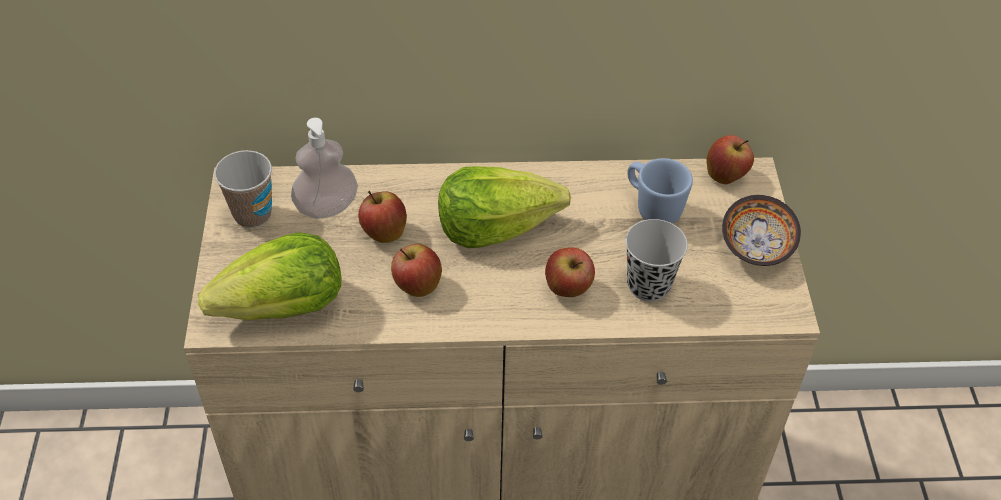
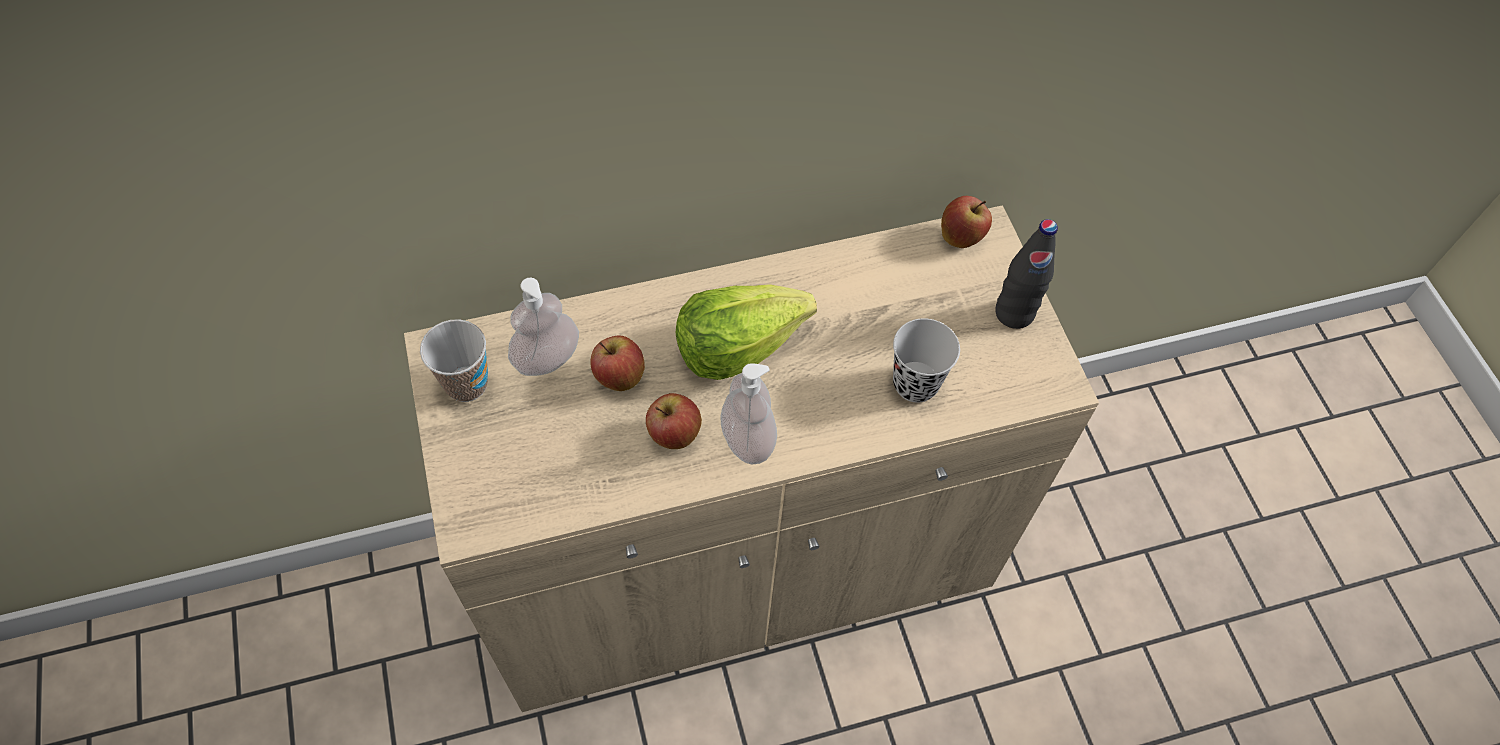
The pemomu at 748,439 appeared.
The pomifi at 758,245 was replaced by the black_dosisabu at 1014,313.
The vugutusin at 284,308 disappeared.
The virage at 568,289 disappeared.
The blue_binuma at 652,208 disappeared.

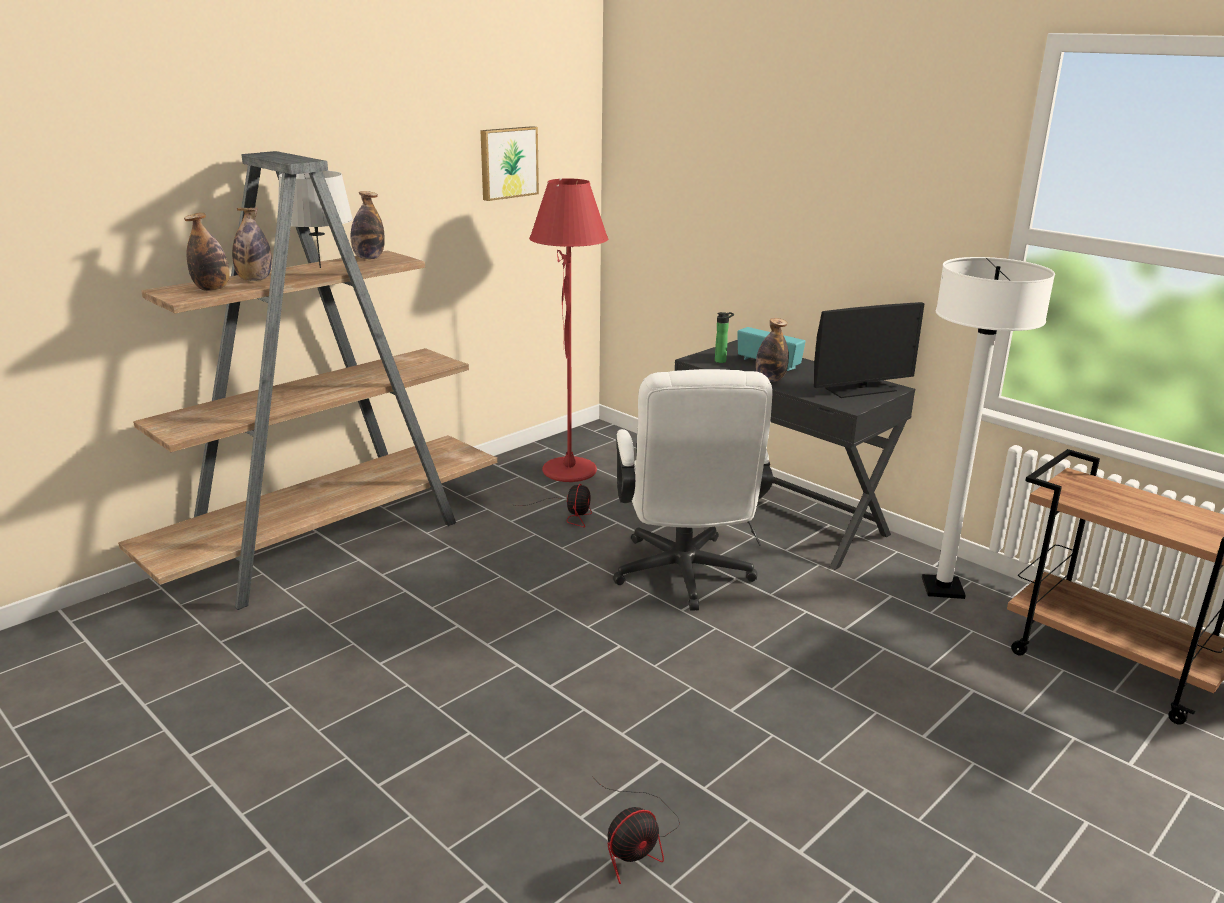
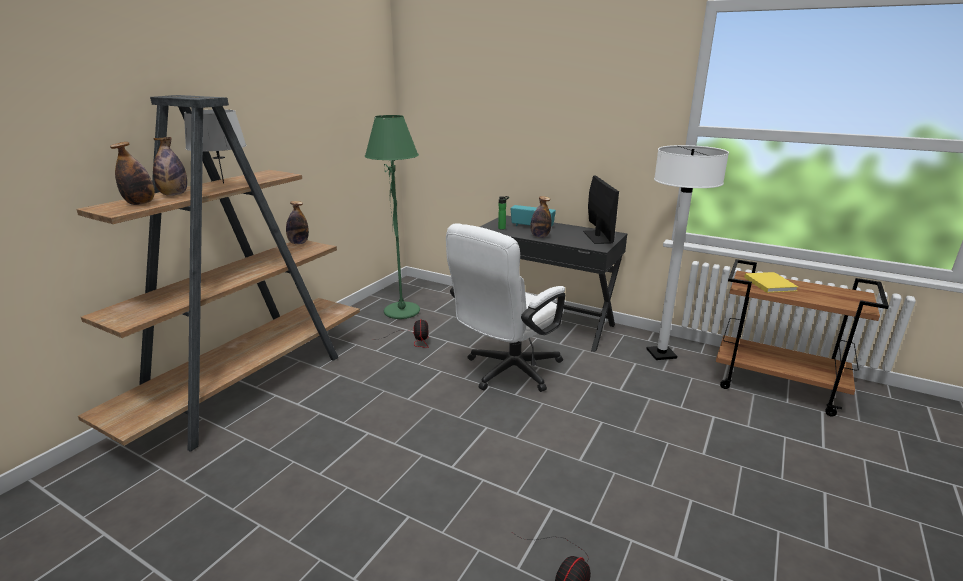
The dosisabu moved from 368,258 to 298,243.
The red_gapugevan at 570,471 became the green_gapugevan at 402,311.
The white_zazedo at 684,578 turned 60 degrees clockwise.
The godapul at 860,389 turned 60 degrees counterclockwise.
The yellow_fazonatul at 769,283 appeared.
The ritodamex at 507,162 disappeared.

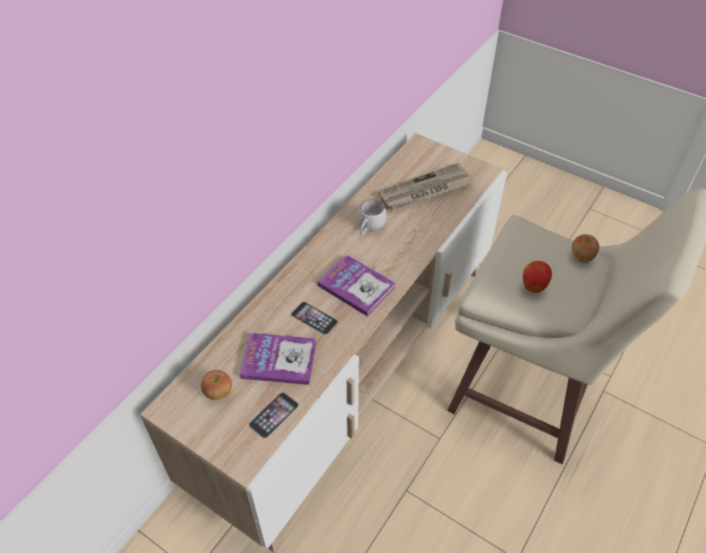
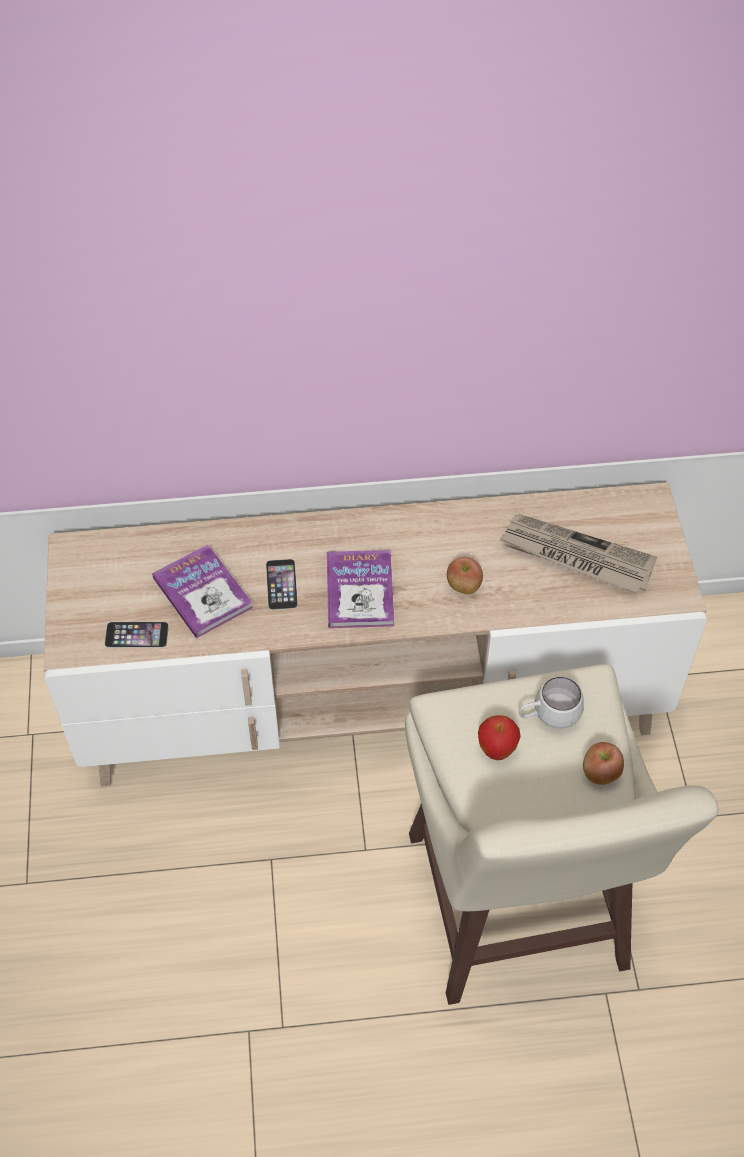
The virage moved from 218,393 to 463,587.
The white_binuma moved from 369,228 to 548,716.

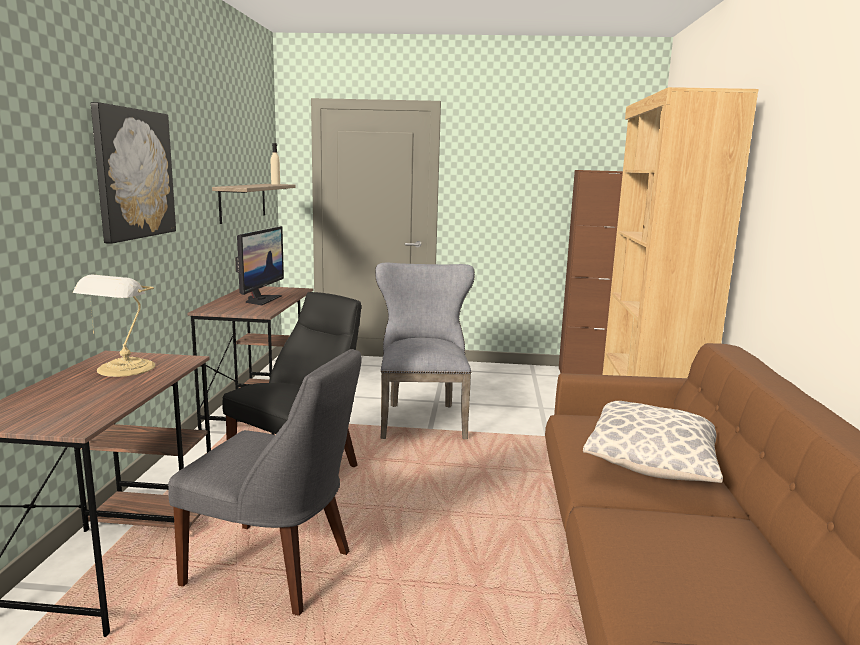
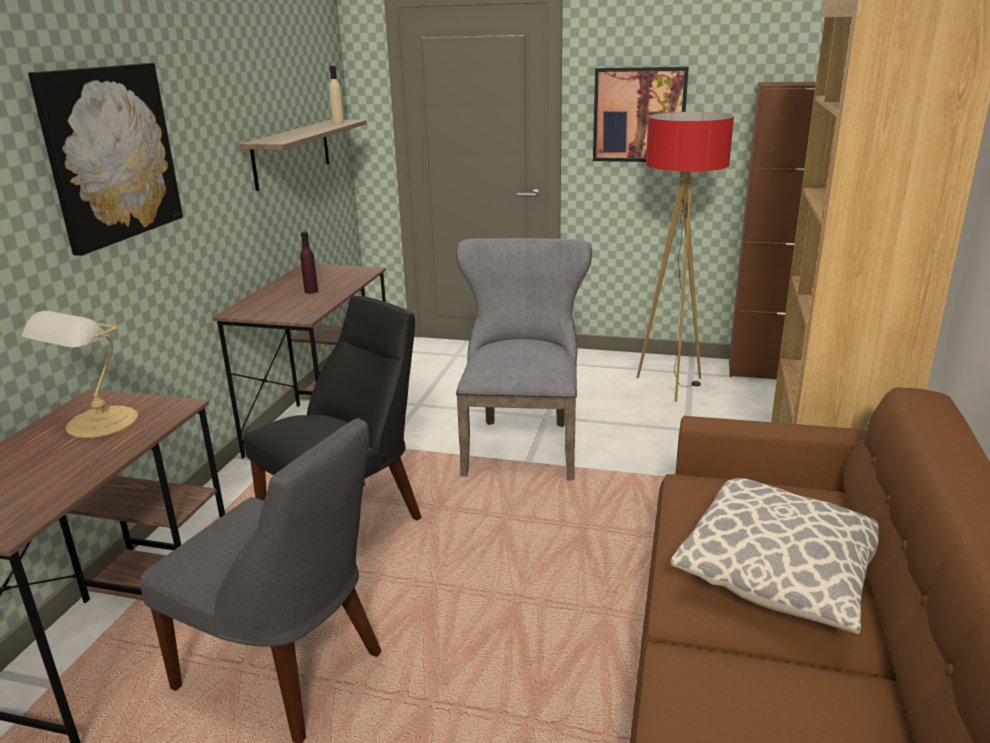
The godapul at 261,300 was replaced by the purple_dosisabu at 311,291.
The ritodamex at 639,115 appeared.
The gapugevan at 671,385 appeared.

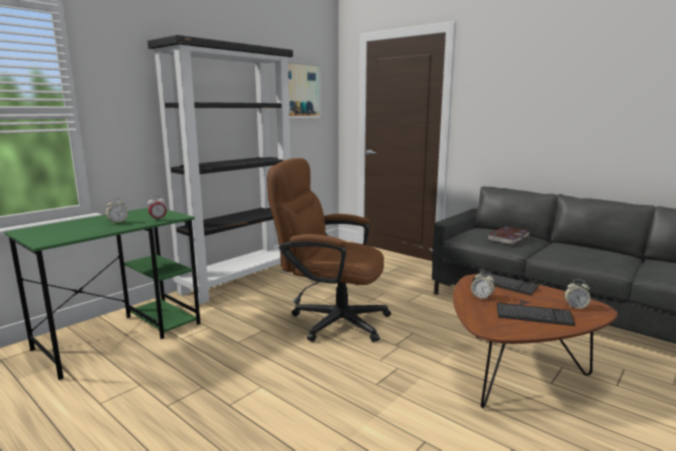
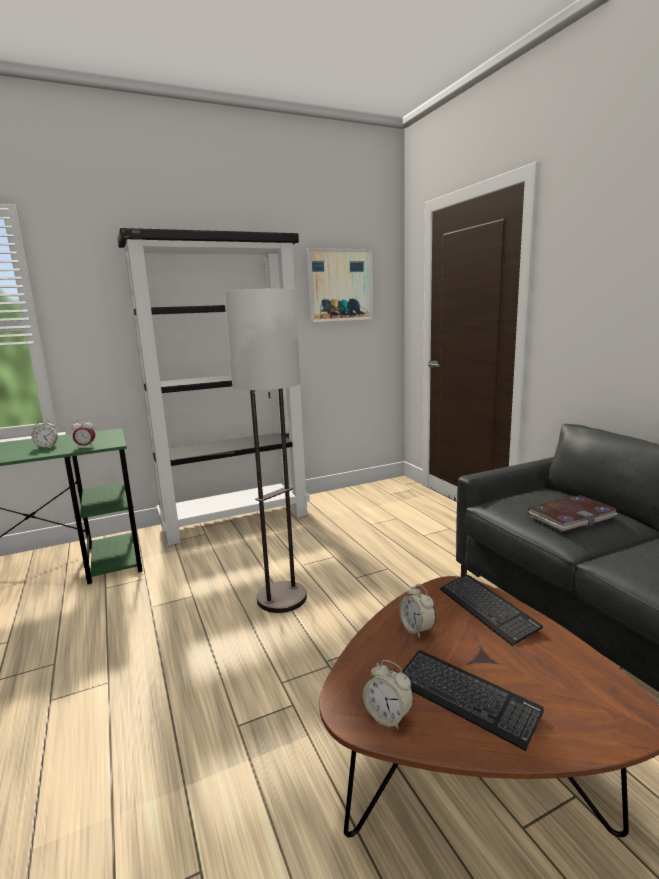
The brown_zazedo at 331,320 was replaced by the gapugevan at 281,598.
The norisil moved from 575,307 to 388,716.

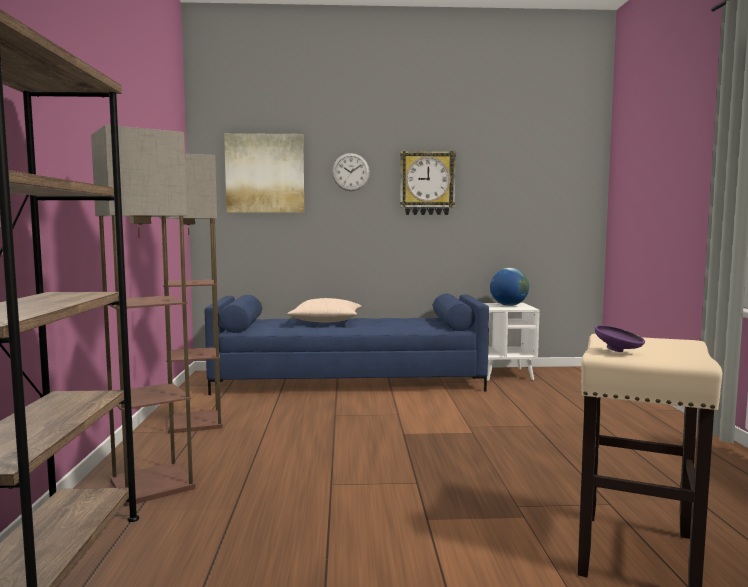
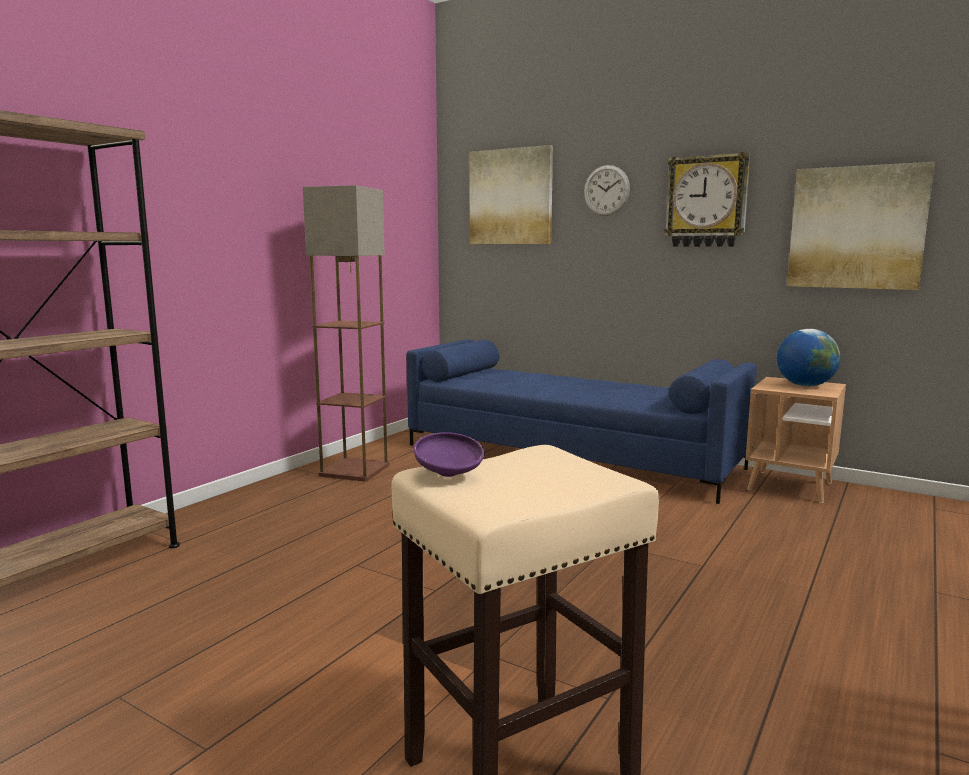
The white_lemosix at 504,374 became the brown_lemosix at 790,486.
The ritodamex at 856,228 appeared.
The gapugevan at 150,484 disappeared.
The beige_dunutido at 326,321 disappeared.

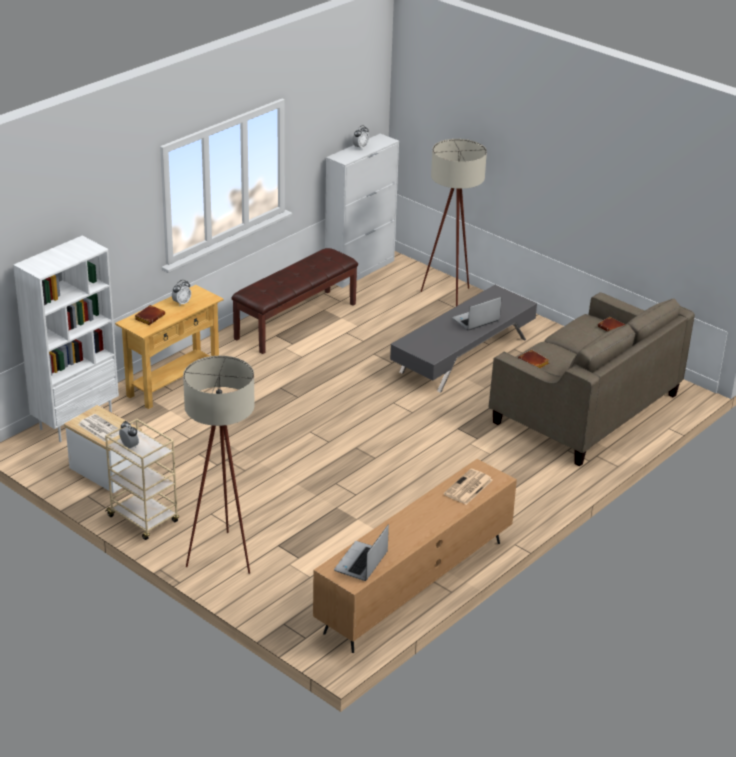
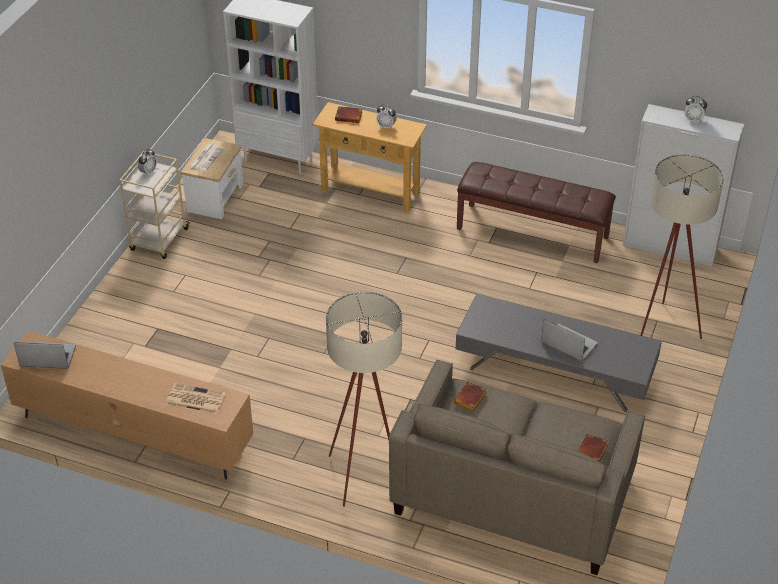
The beige_gapugevan moved from 223,552 to 365,475.

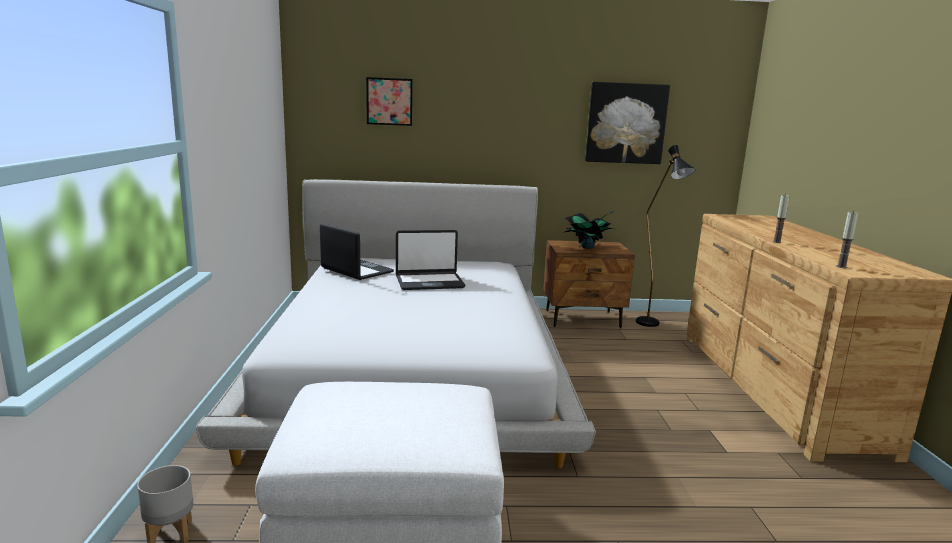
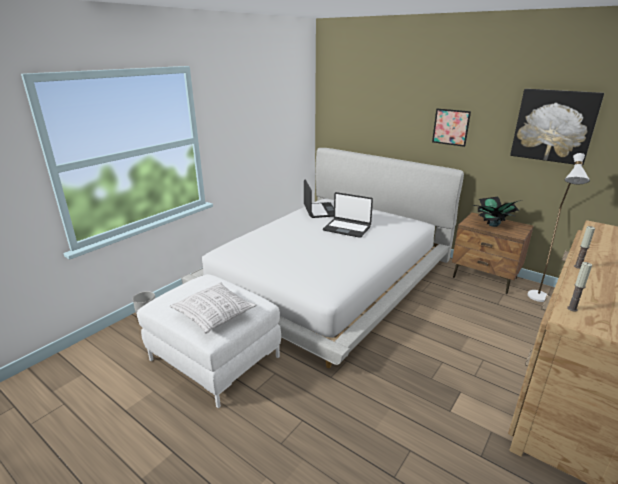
The dunutido at 214,315 appeared.
The ritodamex moved from 389,101 to 451,127.
The black_gapugevan at 652,325 became the white_gapugevan at 539,300.

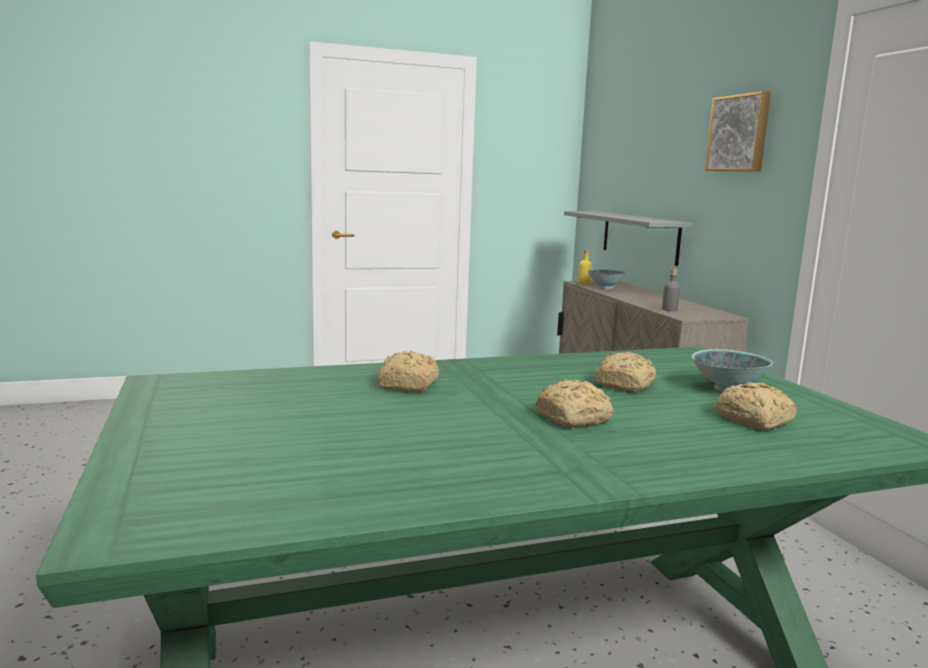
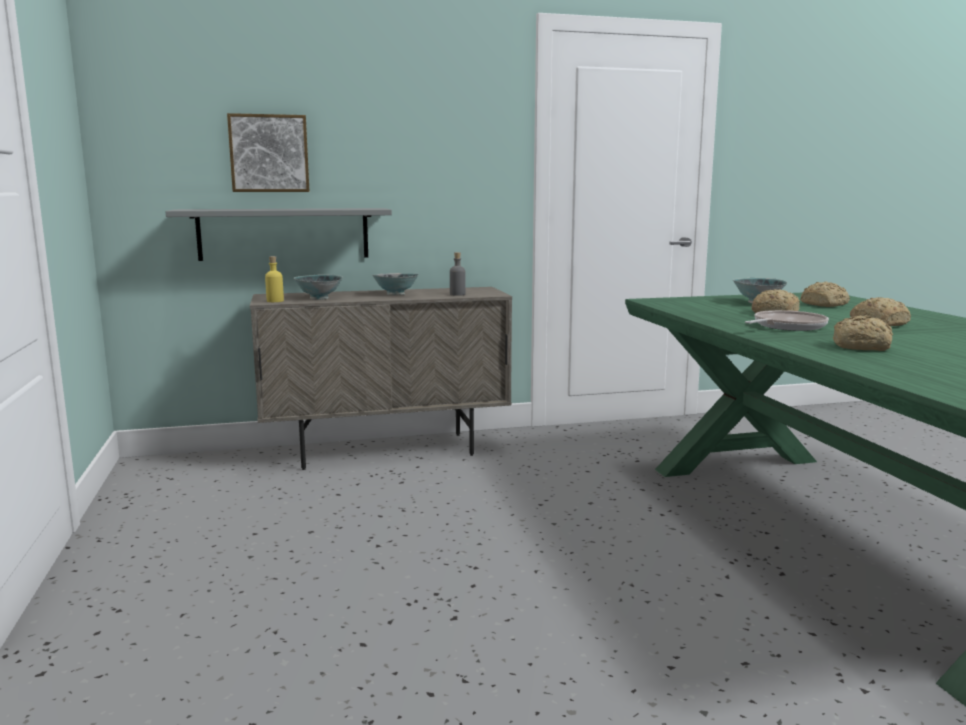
The ritodamex moved from 739,133 to 269,153.
The pomifi at 396,294 appeared.
The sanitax at 786,327 appeared.

